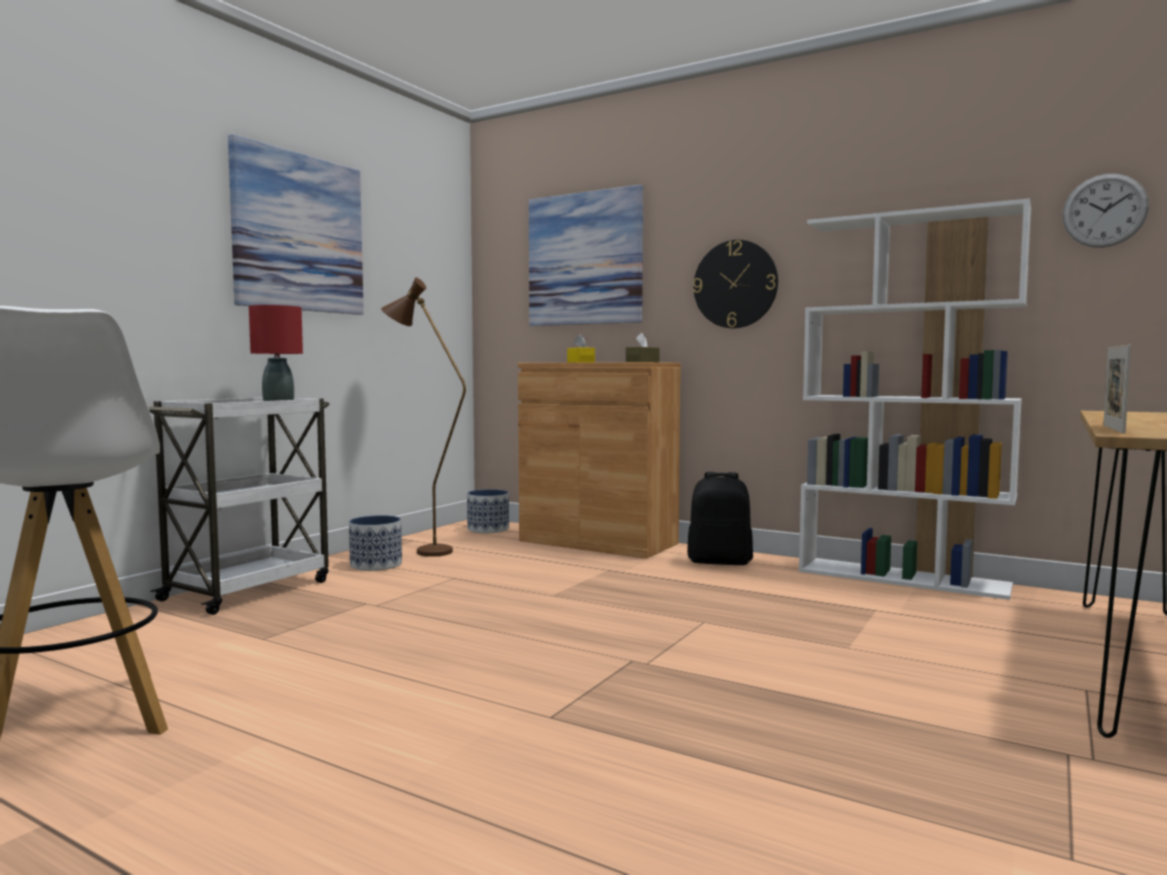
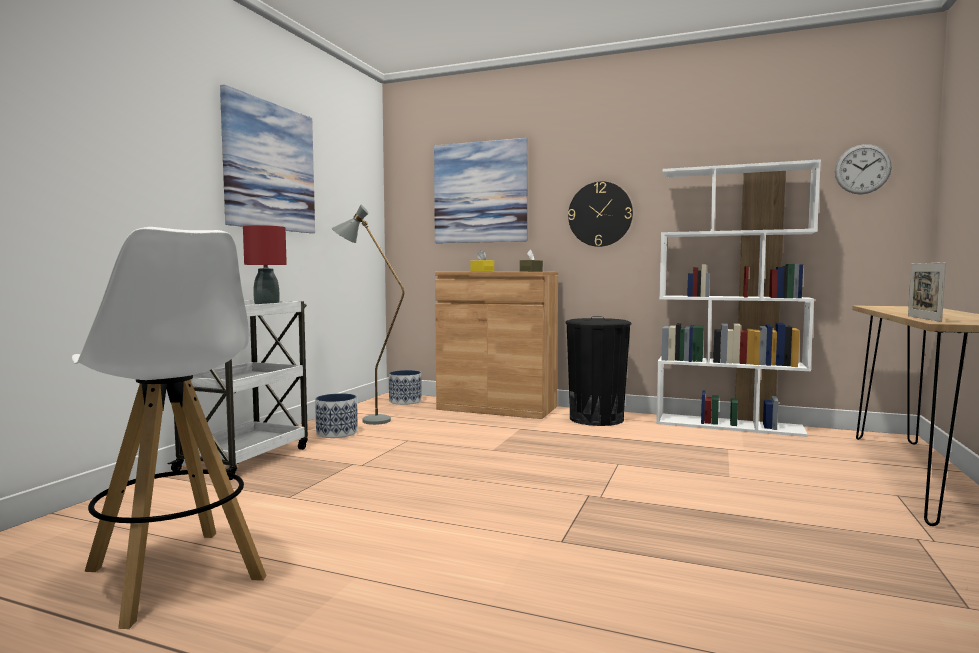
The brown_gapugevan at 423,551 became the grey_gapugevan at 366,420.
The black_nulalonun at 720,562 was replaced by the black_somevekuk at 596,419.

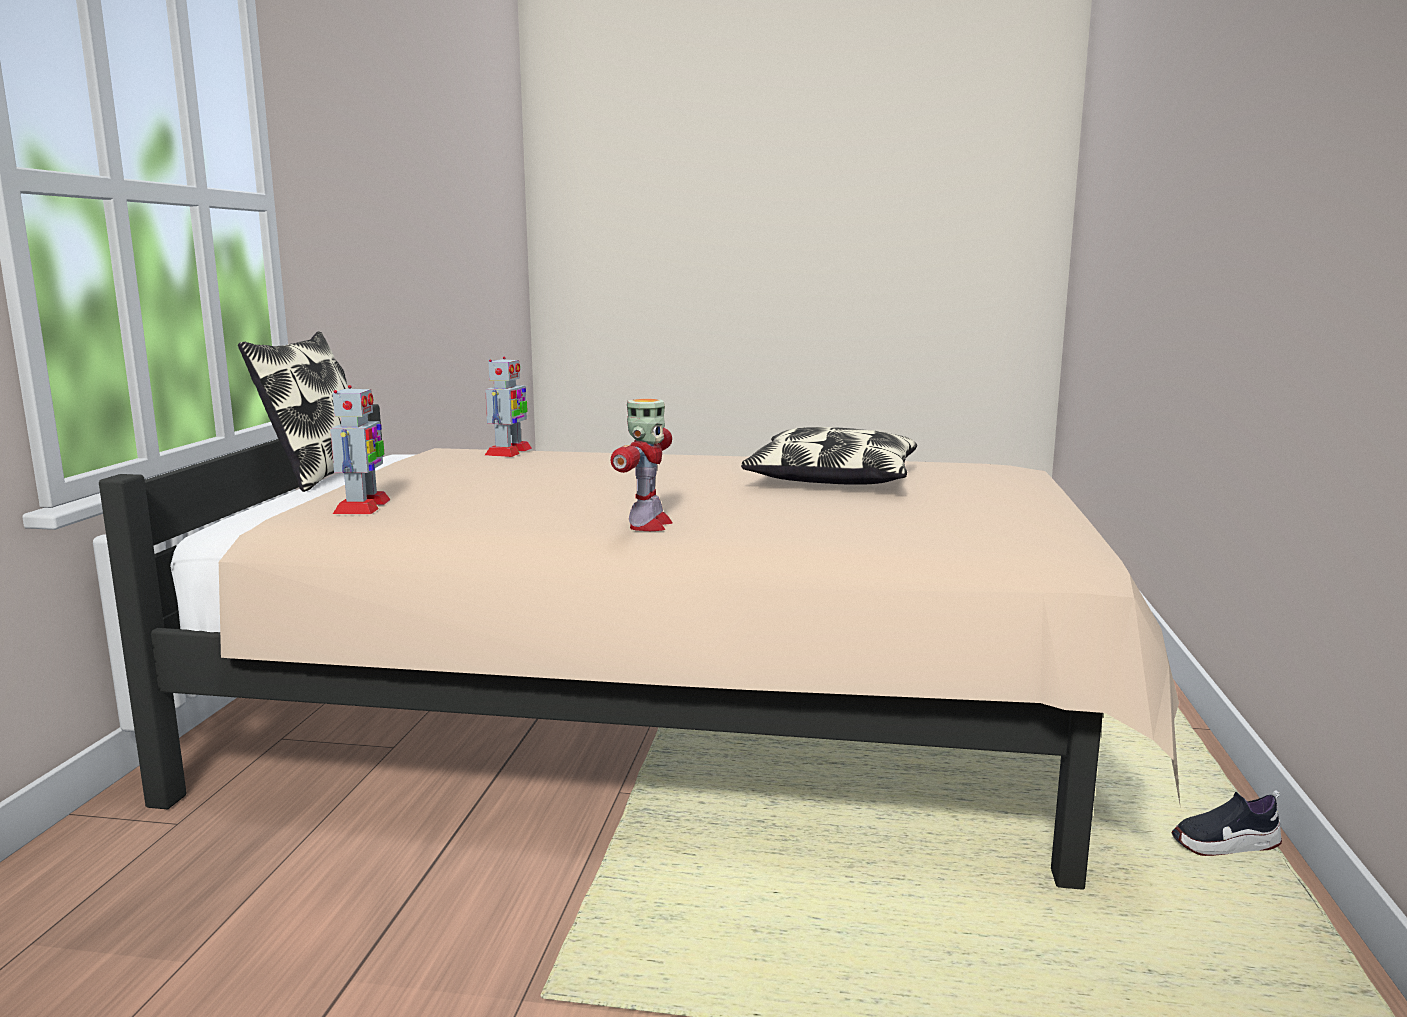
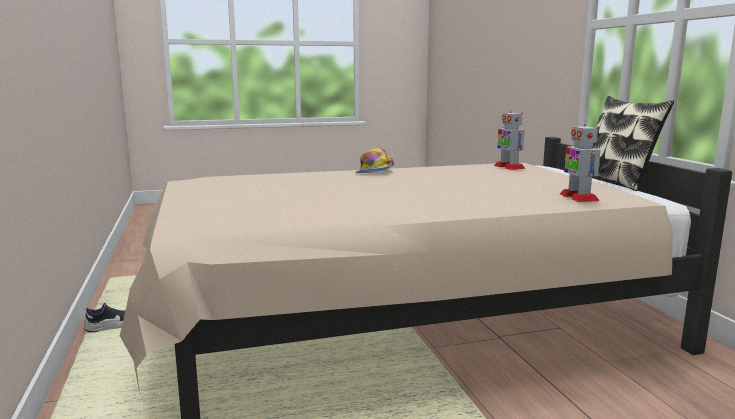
The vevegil at 648,525 was replaced by the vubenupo at 374,171.
The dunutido at 832,479 disappeared.

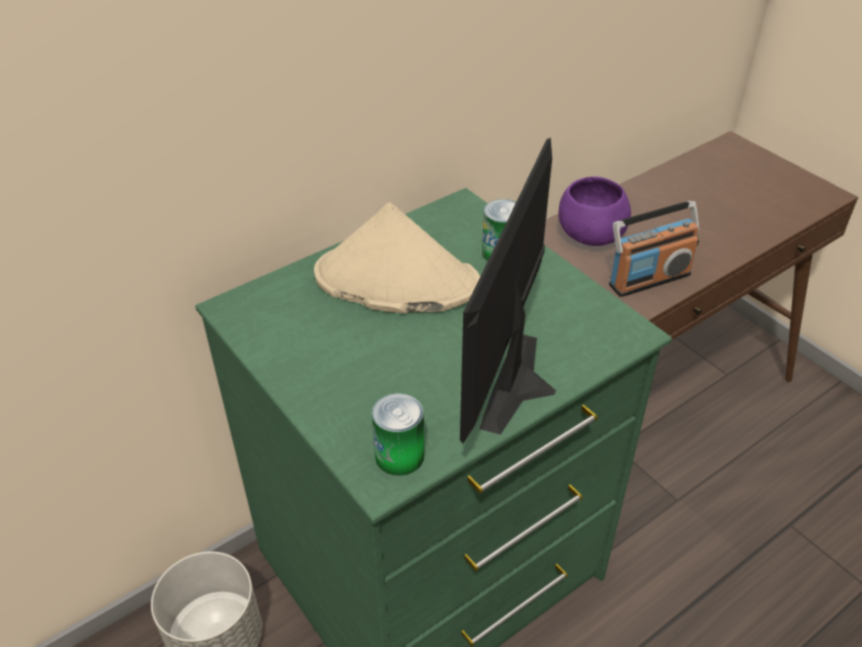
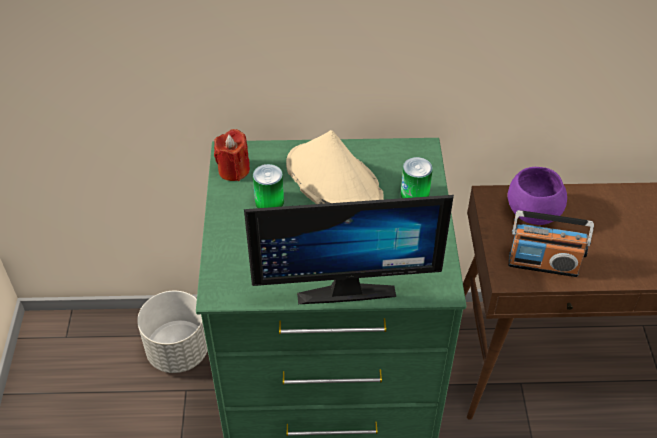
The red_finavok at 234,170 appeared.
The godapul at 526,385 turned 150 degrees counterclockwise.
The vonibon moved from 399,455 to 269,201.

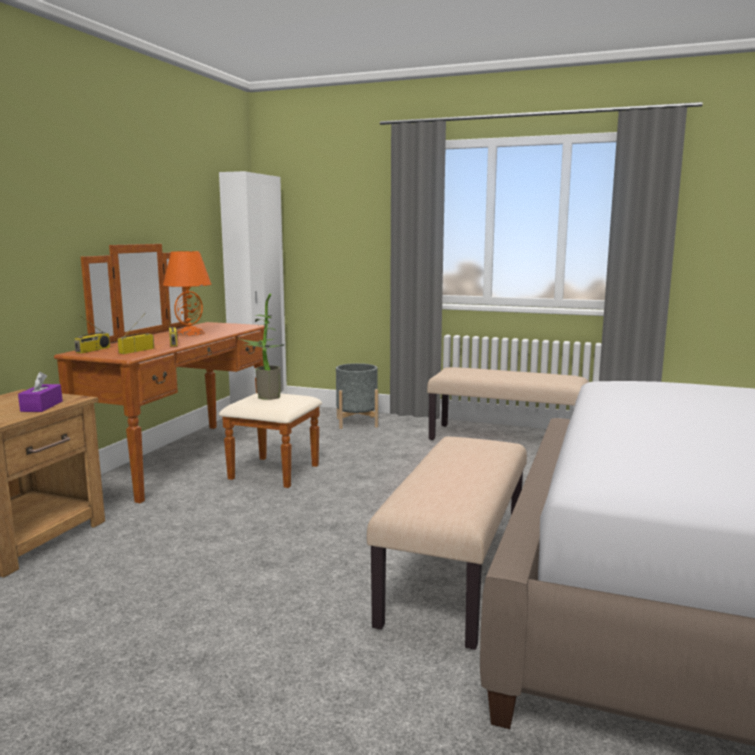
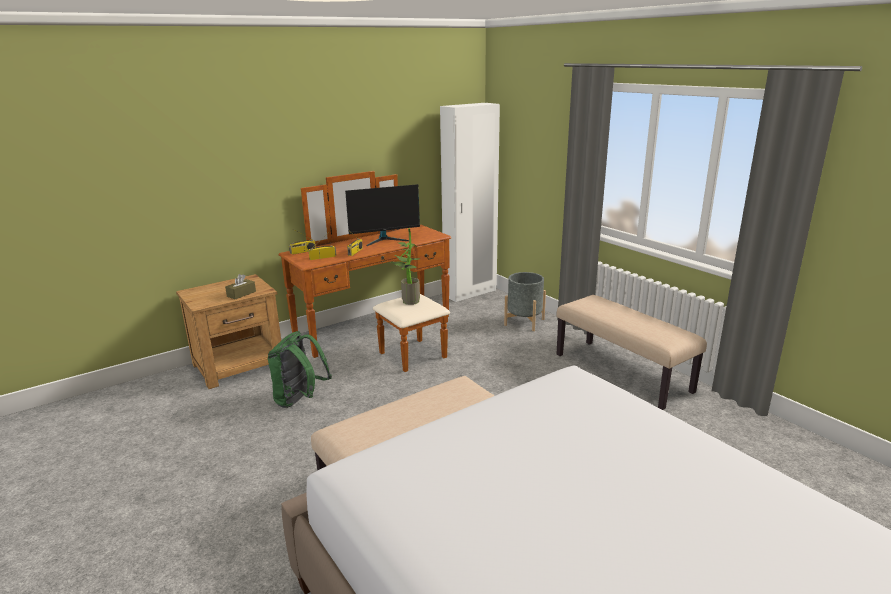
The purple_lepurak at 42,406 became the brown_lepurak at 241,294.
The green_nulalonun at 299,400 appeared.
The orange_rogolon at 190,333 was replaced by the godapul at 385,240.

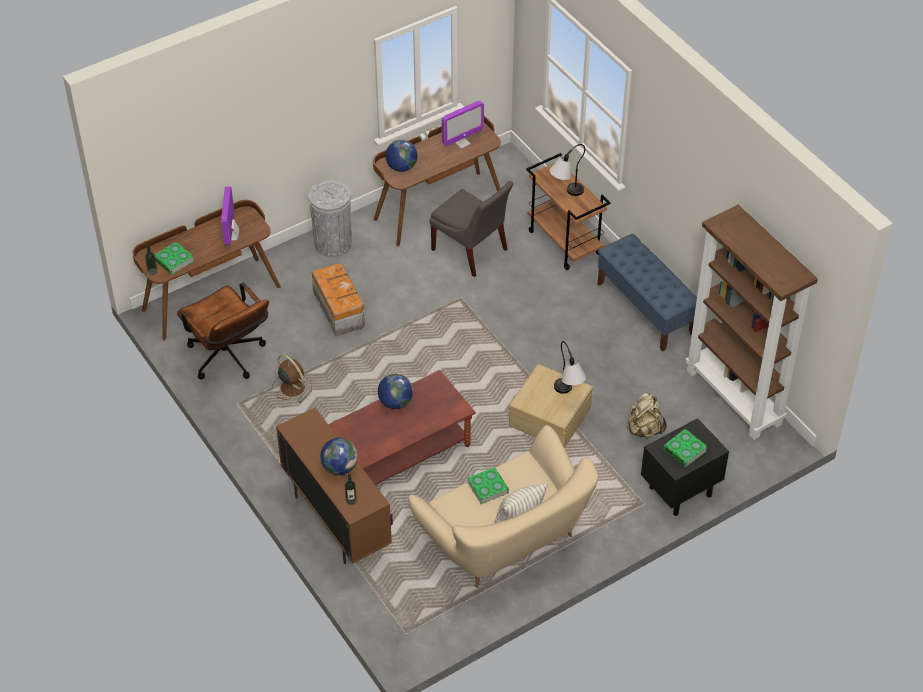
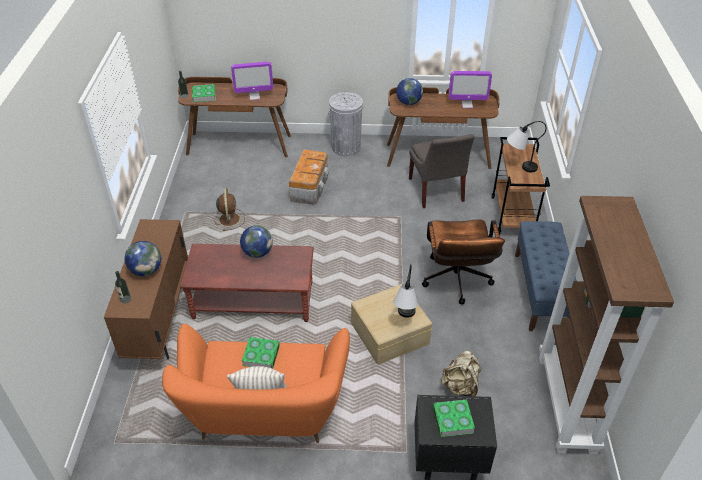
The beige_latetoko at 506,539 became the orange_latetoko at 264,412.
The godapul at 232,236 turned 135 degrees counterclockwise.
The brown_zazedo moved from 229,359 to 456,283.

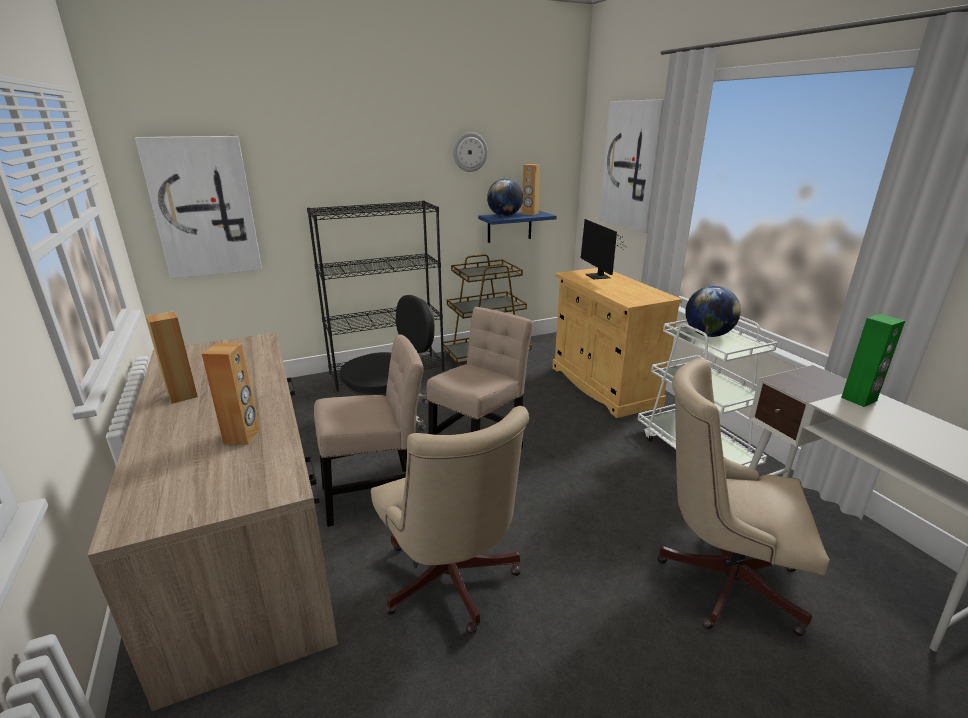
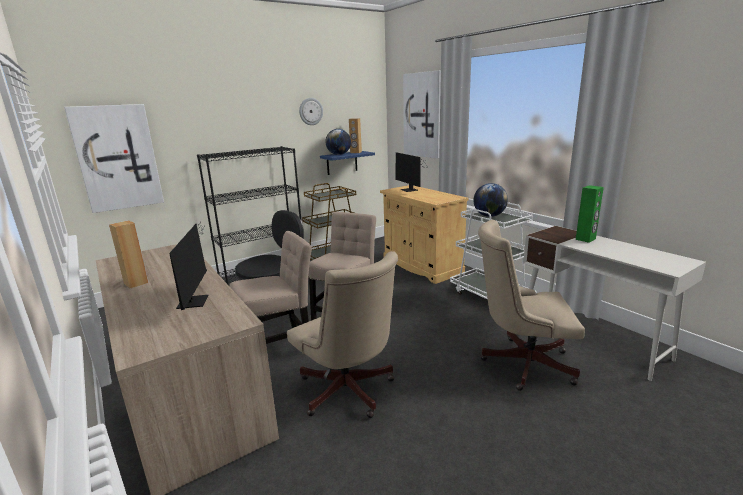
The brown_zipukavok at 242,436 was replaced by the godapul at 195,299.

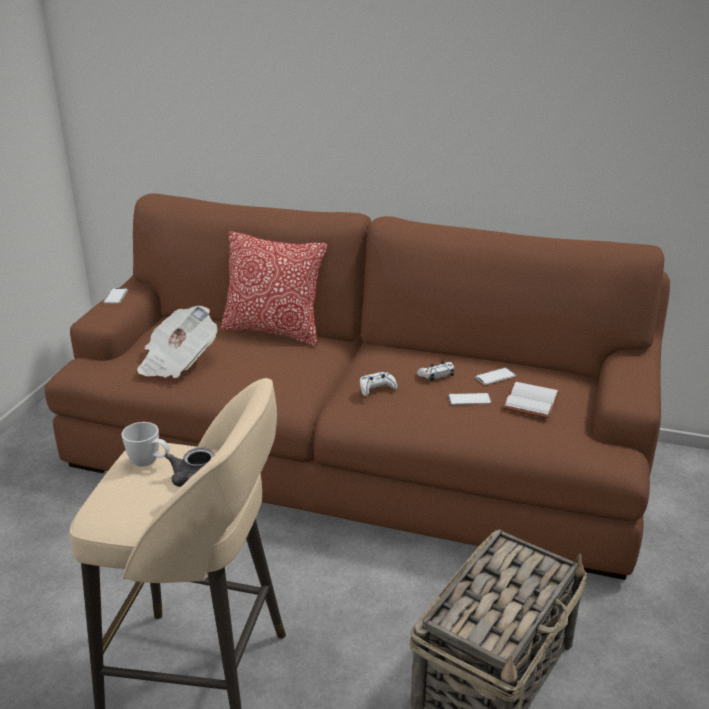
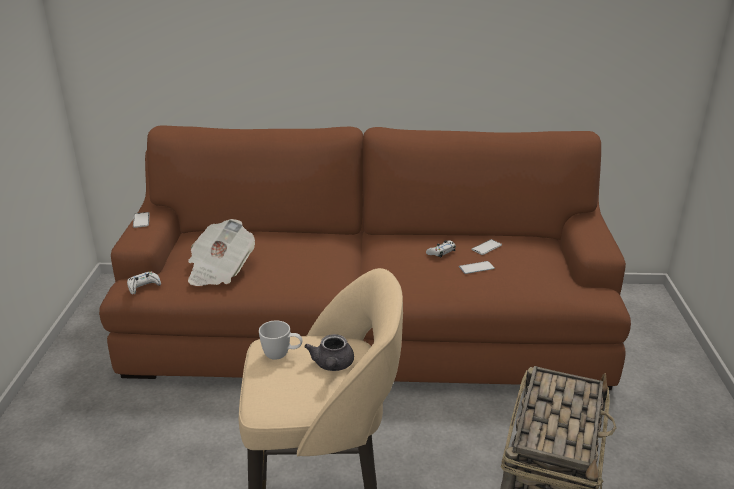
The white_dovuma moved from 377,388 to 143,286.
The dunutido at 274,331 disappeared.
The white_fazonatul at 529,401 disappeared.

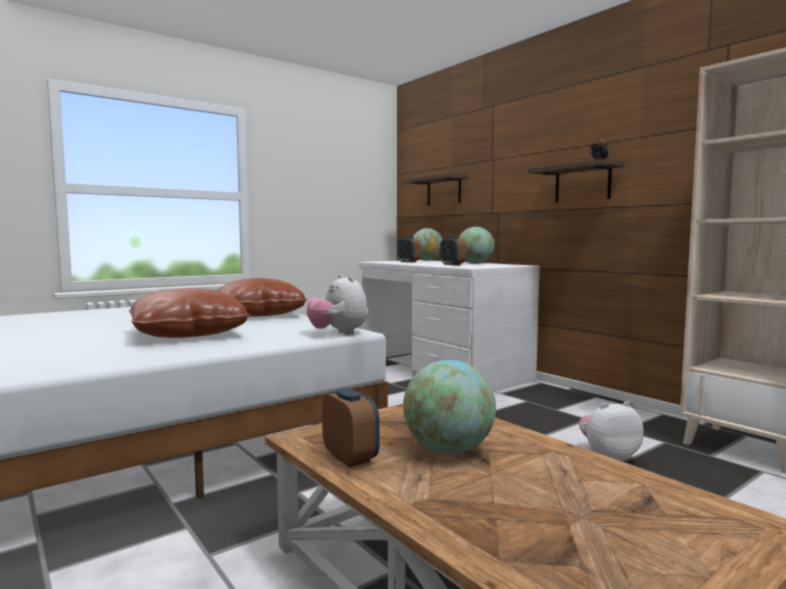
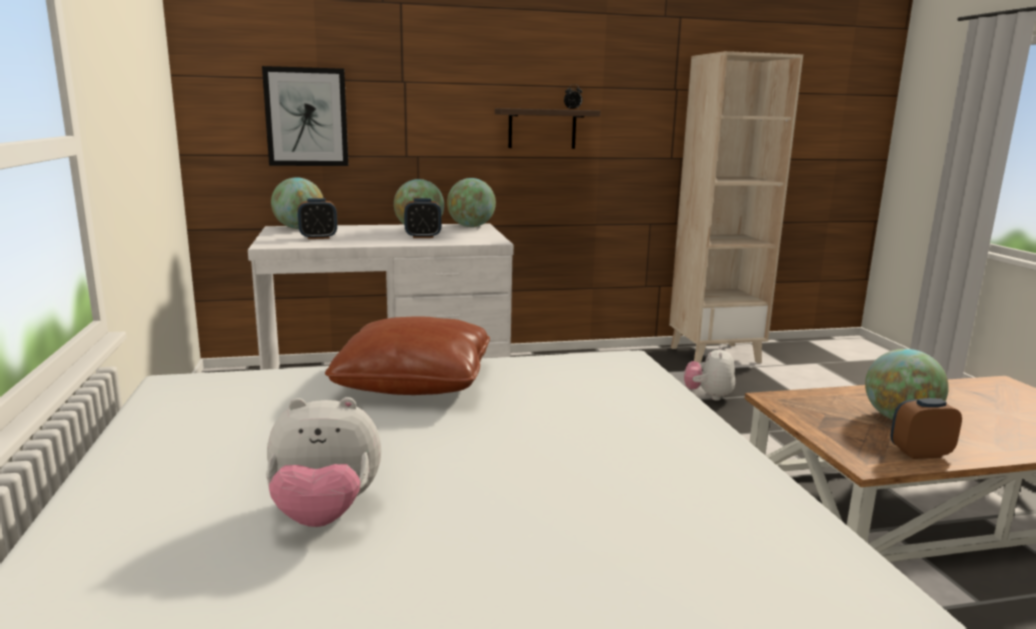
The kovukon at 444,191 was replaced by the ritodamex at 306,117.
The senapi moved from 338,333 to 325,514.
The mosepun at 471,226 appeared.
The brown_dunutido at 188,334 disappeared.

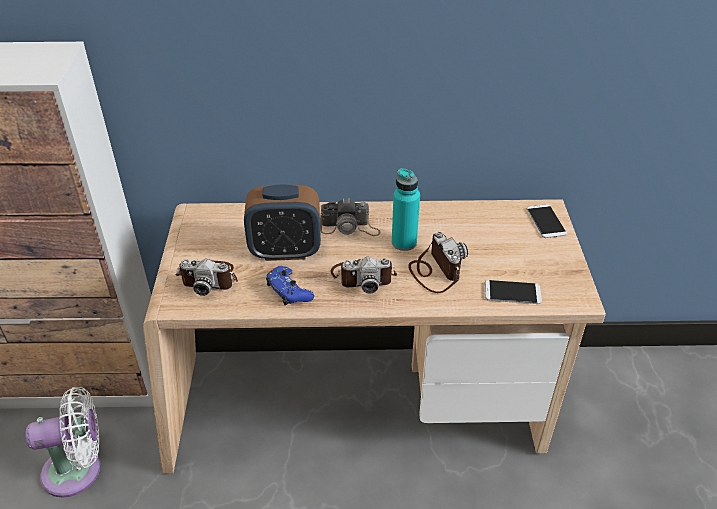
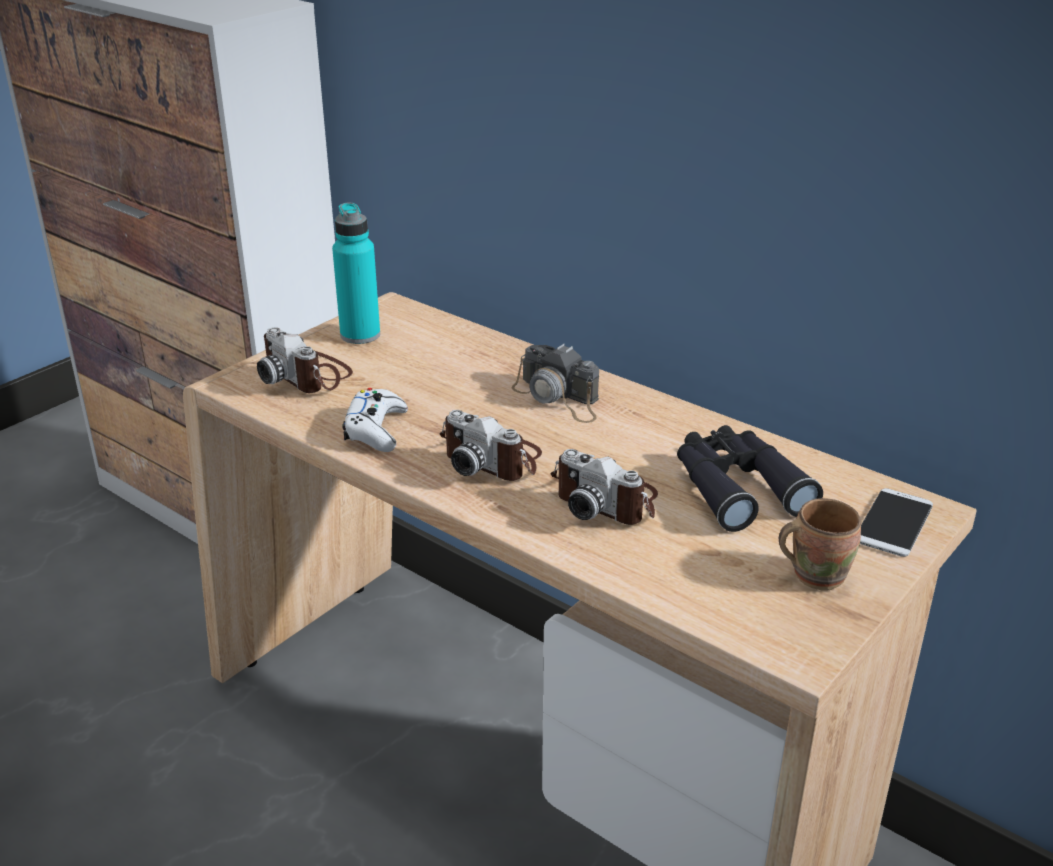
The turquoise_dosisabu moved from 404,242 to 360,335.
The blue_dovuma at 289,291 became the white_dovuma at 376,430.
The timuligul at 435,270 turned 105 degrees clockwise.
The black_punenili at 736,487 appeared.
The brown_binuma at 814,573 appeared.
The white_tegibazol at 78,470 disappeared.
The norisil at 285,251 disappeared.
The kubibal at 512,293 disappeared.

